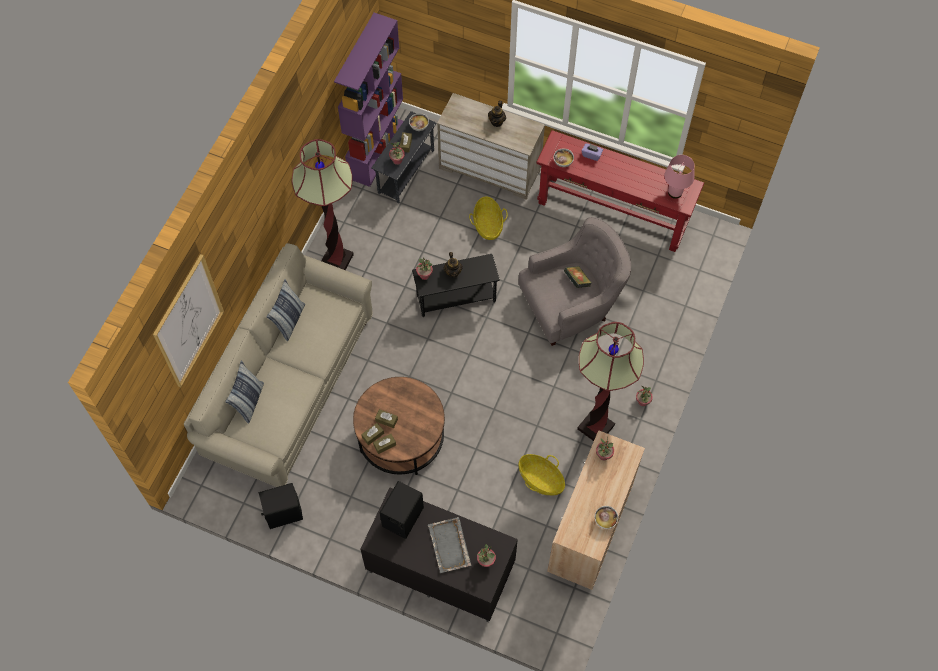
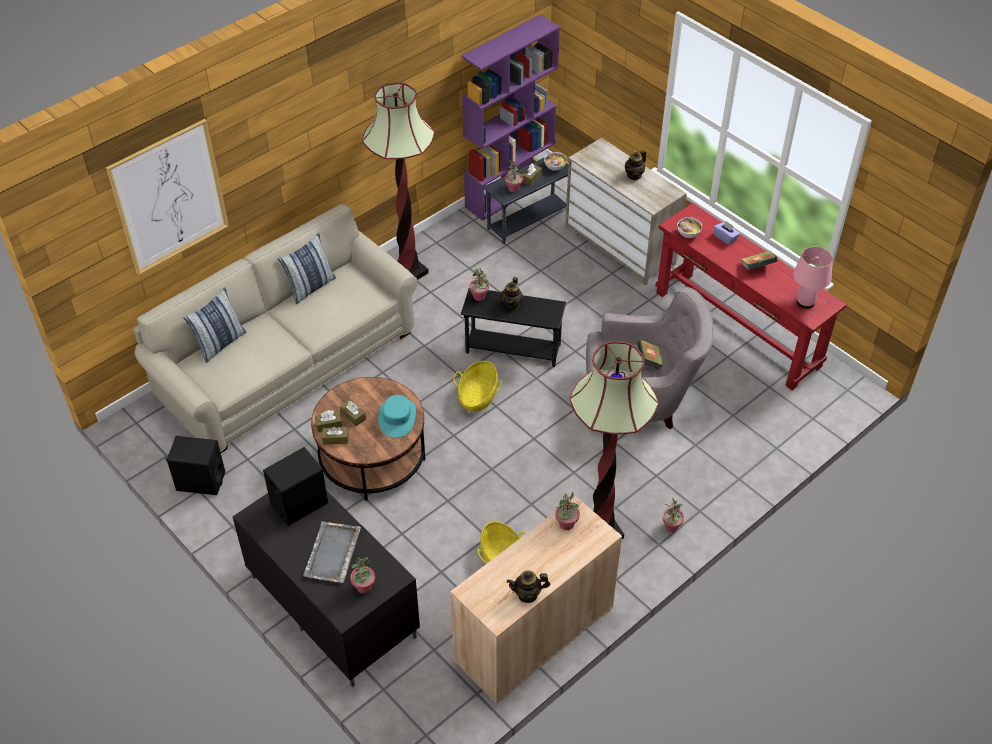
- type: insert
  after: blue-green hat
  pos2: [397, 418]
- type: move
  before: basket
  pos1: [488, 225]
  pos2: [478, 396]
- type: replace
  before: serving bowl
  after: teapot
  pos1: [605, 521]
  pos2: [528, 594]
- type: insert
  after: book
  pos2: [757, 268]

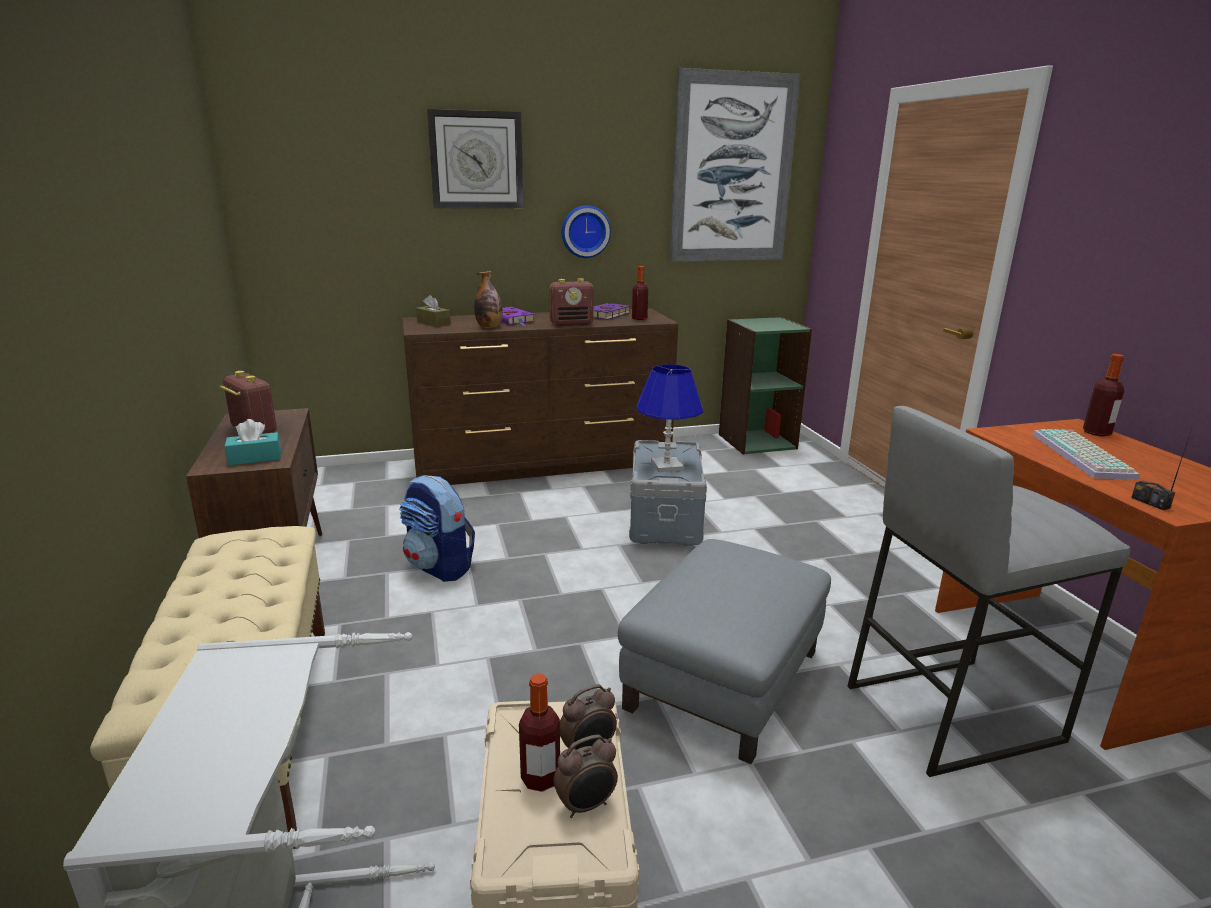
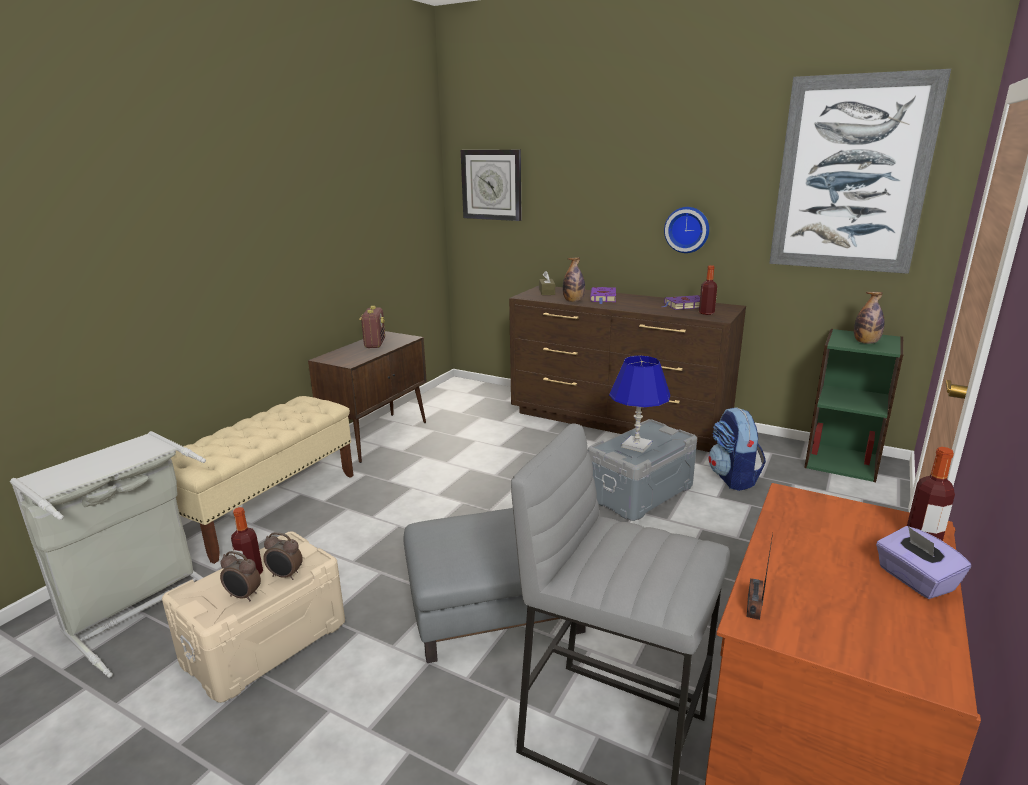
- type: move
  before: clock on the wall
  pos1: [476, 160]
  pos2: [492, 185]
- type: move
  before: rucksack
  pos1: [439, 567]
  pos2: [733, 478]
- type: insert
  after: bottle
  pos2: [866, 342]
- type: insert
  after: purple tissue holder
  pos2: [914, 579]
- type: delete
  before: blue-green tissue holder
  pos1: [255, 458]
- type: delete
  before: radio set
  pos1: [572, 324]
- type: delete
  before: keyboard
  pos1: [1085, 456]

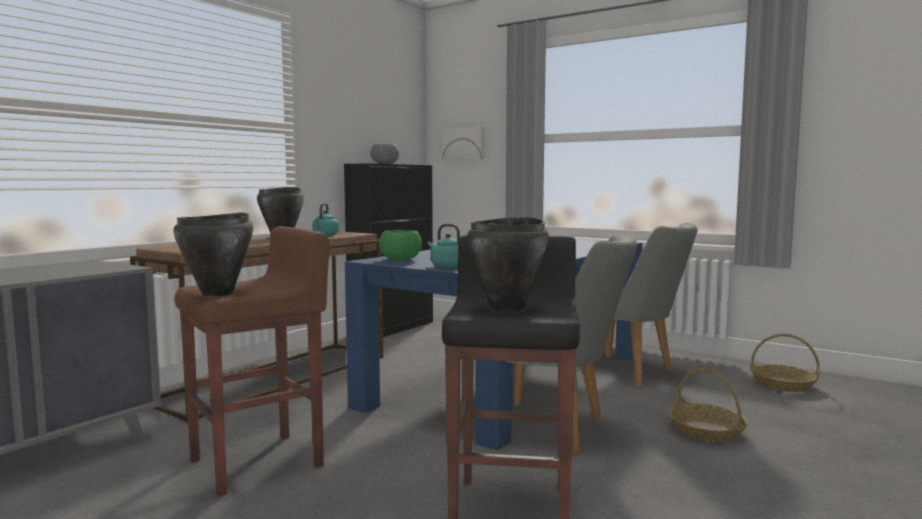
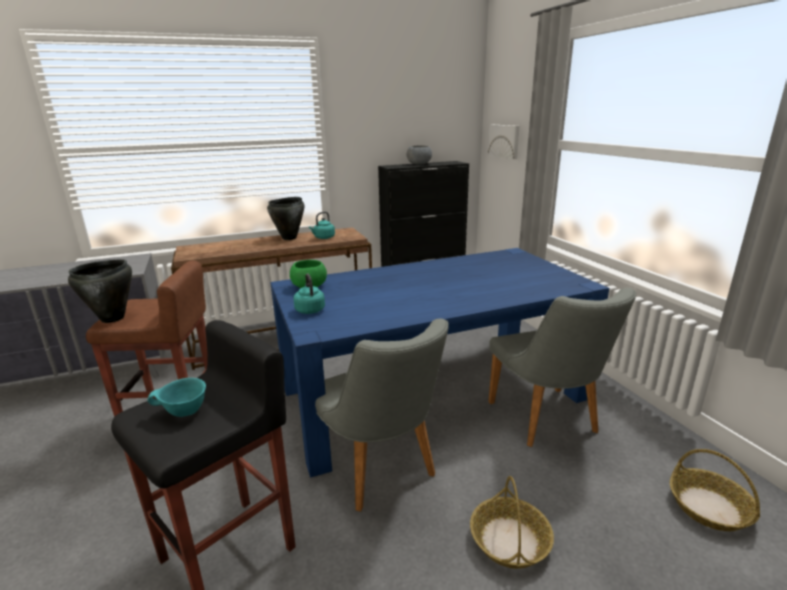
- type: replace
  before: black stockpot
  after: blue-green serving bowl
  pos1: [507, 308]
  pos2: [184, 412]

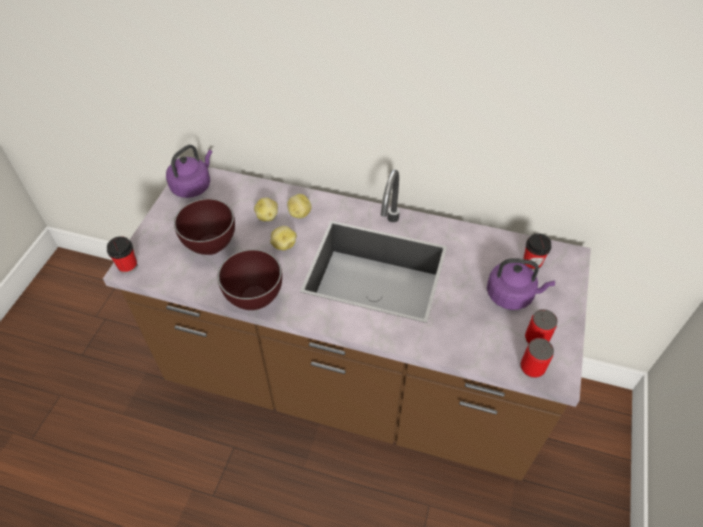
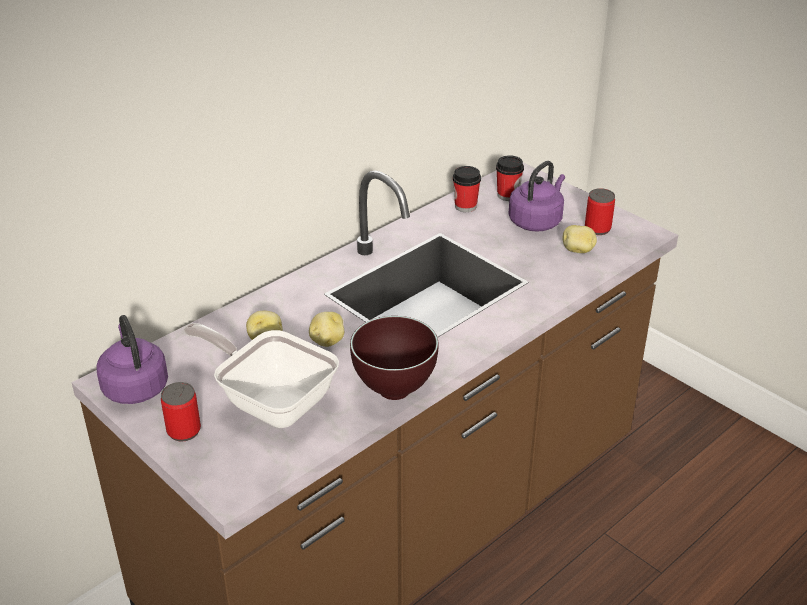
- type: move
  before: metal can
  pos1: [532, 367]
  pos2: [184, 431]
- type: replace
  before: brown-coloured serving bowl
  after: skillet
  pos1: [213, 247]
  pos2: [271, 400]
- type: move
  before: small cup
  pos1: [128, 266]
  pos2: [465, 206]
- type: move
  before: whole potato
  pos1: [299, 213]
  pos2: [578, 251]

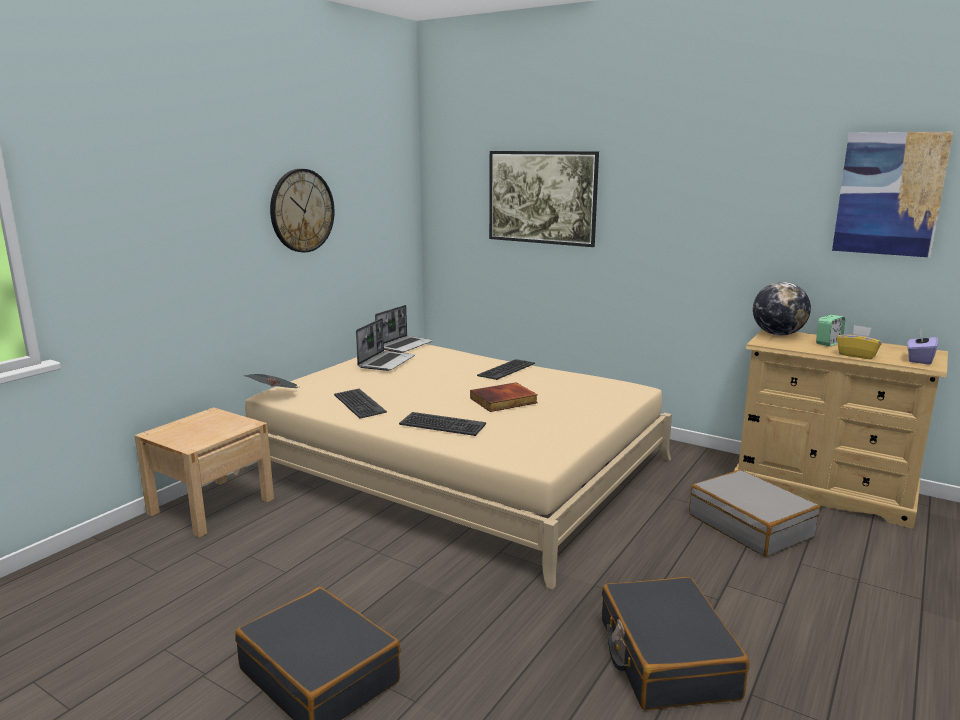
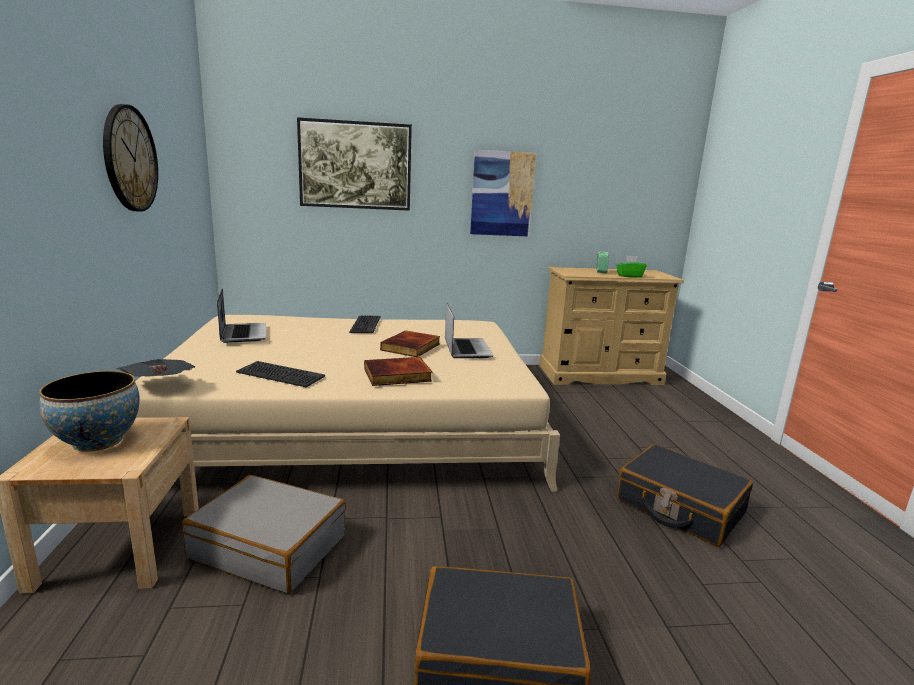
- type: insert
  after: serving bowl
  pos2: [98, 441]
- type: move
  before: grey piece of luggage
  pos1: [750, 526]
  pos2: [269, 547]
- type: replace
  before: keyboard
  after: book
  pos1: [442, 425]
  pos2: [397, 375]
- type: move
  before: portable computer
  pos1: [404, 345]
  pos2: [466, 349]
- type: move
  before: wall picture
  pos1: [889, 194]
  pos2: [502, 194]
- type: recolor
  before: yellow tissue holder
  after: green-coloured tissue holder
  pos1: [857, 355]
  pos2: [629, 276]
- type: delete
  before: desk globe
  pos1: [777, 334]
- type: delete
  before: purple tissue holder
  pos1: [919, 359]

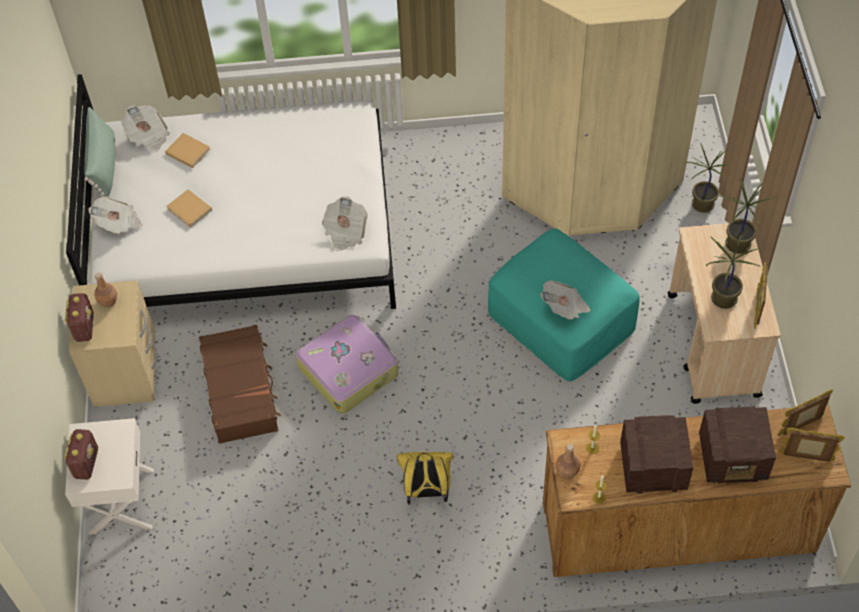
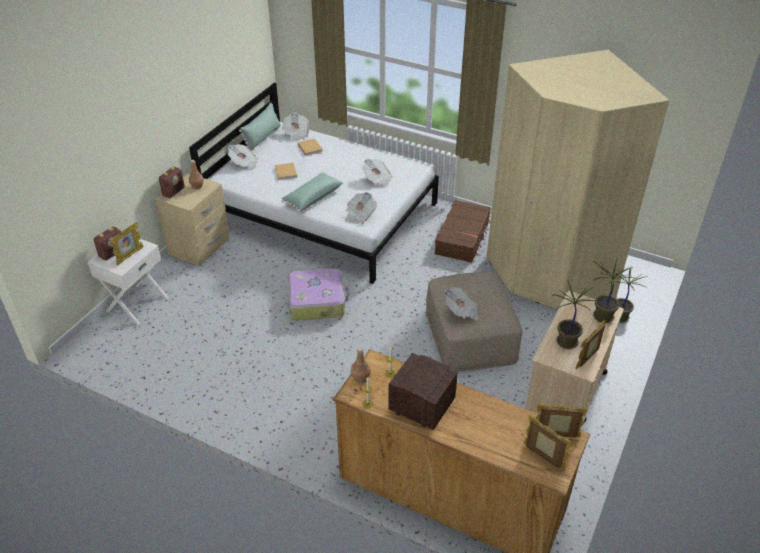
- type: insert
  after: photo frame
  pos2: [130, 256]
- type: insert
  after: green-coloured cushion
  pos2: [312, 197]
- type: insert
  after: daily paper
  pos2: [377, 179]
- type: recolor
  before: blue-green footrest
  after: sand-coloured footrest
  pos1: [560, 319]
  pos2: [469, 335]
- type: move
  before: brown-coloured piece of luggage
  pos1: [241, 390]
  pos2: [463, 237]
- type: delete
  before: yellow rucksack
  pos1: [427, 491]
- type: delete
  before: radio set
  pos1: [734, 458]

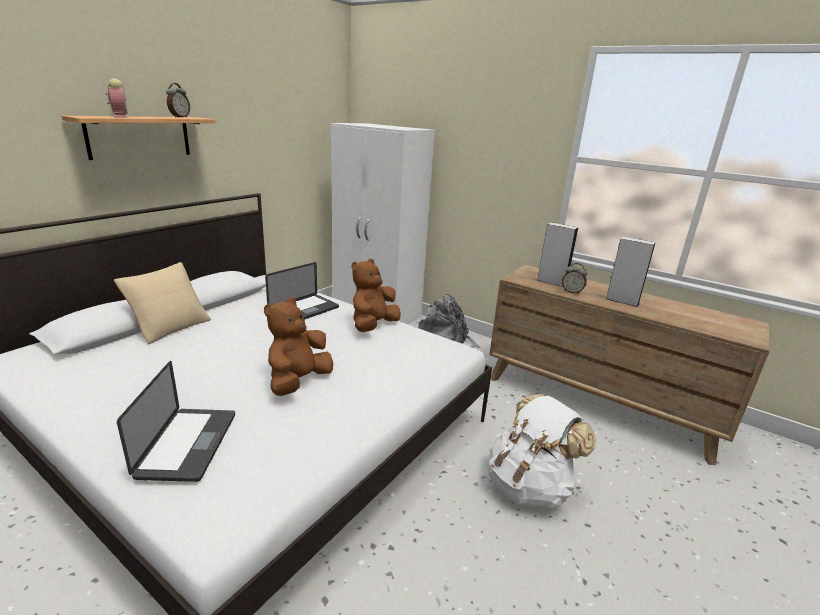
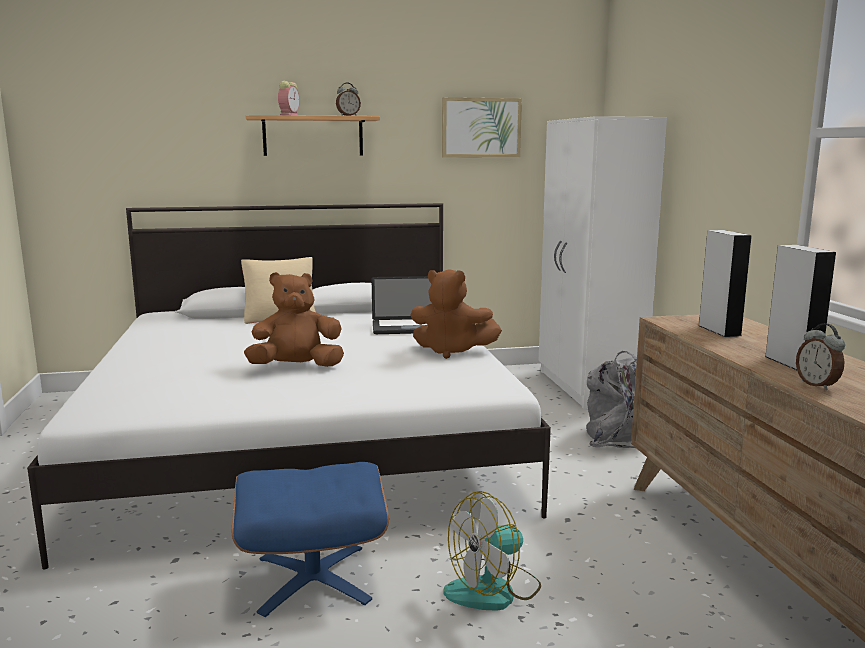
- type: insert
  after: bluish footrest
  pos2: [313, 578]
- type: rotate
  before: brown-coloured plush toy
  pos1: [373, 326]
  pos2: [451, 351]
  turn: -150
- type: insert
  after: wall picture
  pos2: [481, 128]
- type: replace
  before: white rucksack
  after: cooling fan
  pos1: [529, 486]
  pos2: [493, 590]
- type: move
  before: table clock
  pos1: [572, 292]
  pos2: [817, 385]
- type: delete
  before: portable computer
  pos1: [188, 444]

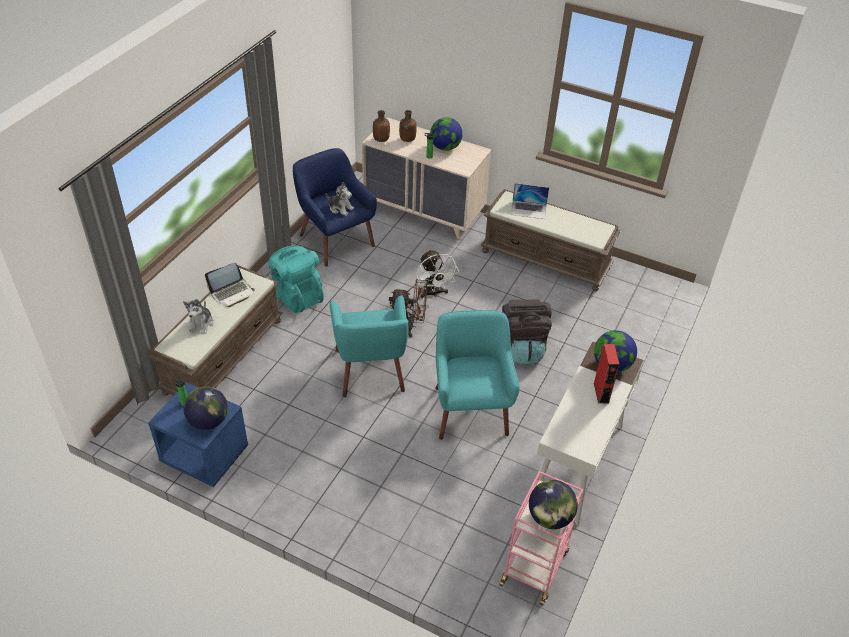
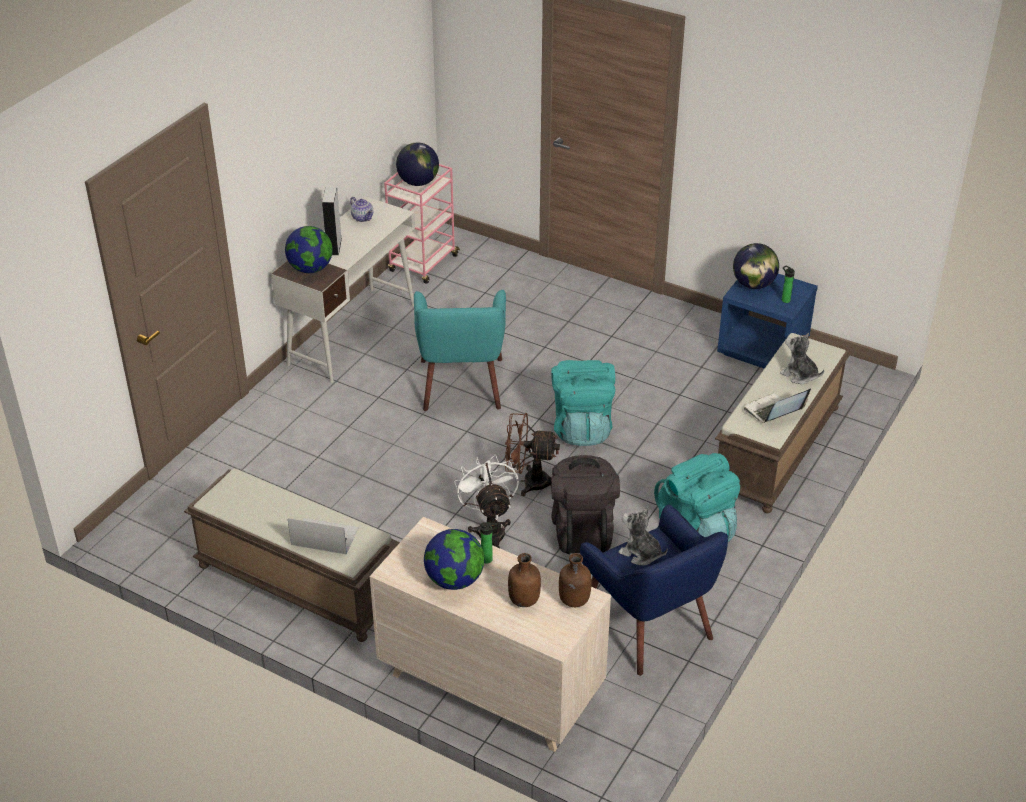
- type: recolor
  before: red-coloured loudspeaker
  after: grey loudspeaker
  pos1: [601, 392]
  pos2: [334, 246]
- type: insert
  after: teapot
  pos2: [363, 218]
- type: replace
  before: blue-green armchair
  after: blue-green rucksack
  pos1: [370, 370]
  pos2: [582, 428]
- type: move
  before: black rucksack
  pos1: [522, 348]
  pos2: [582, 530]
- type: rotate
  before: plush toy
  pos1: [201, 323]
  pos2: [799, 375]
  turn: -60

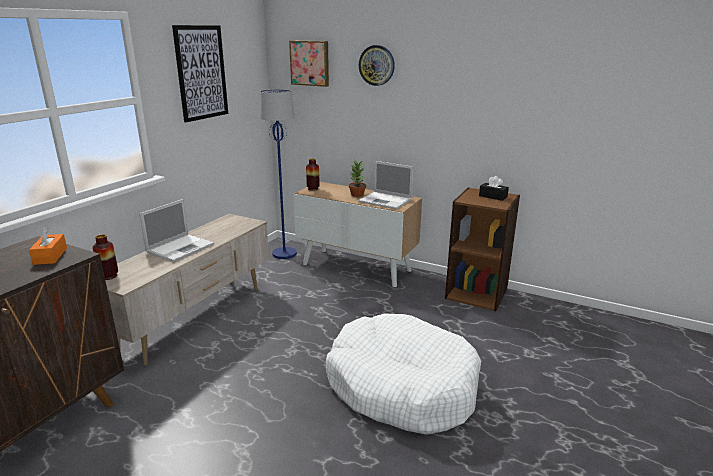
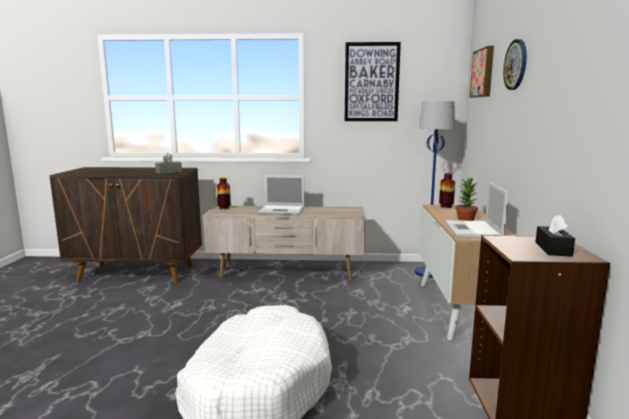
- type: recolor
  before: orangey tissue holder
  after: grey tissue holder
  pos1: [50, 256]
  pos2: [169, 172]

